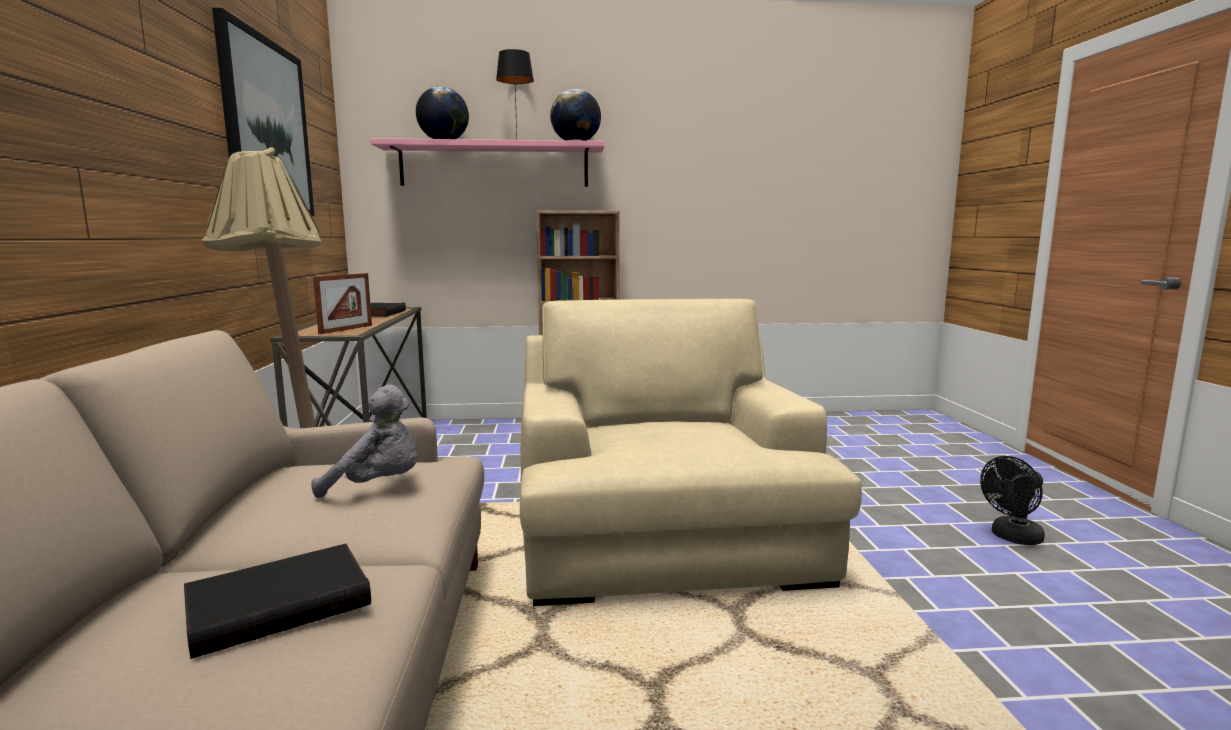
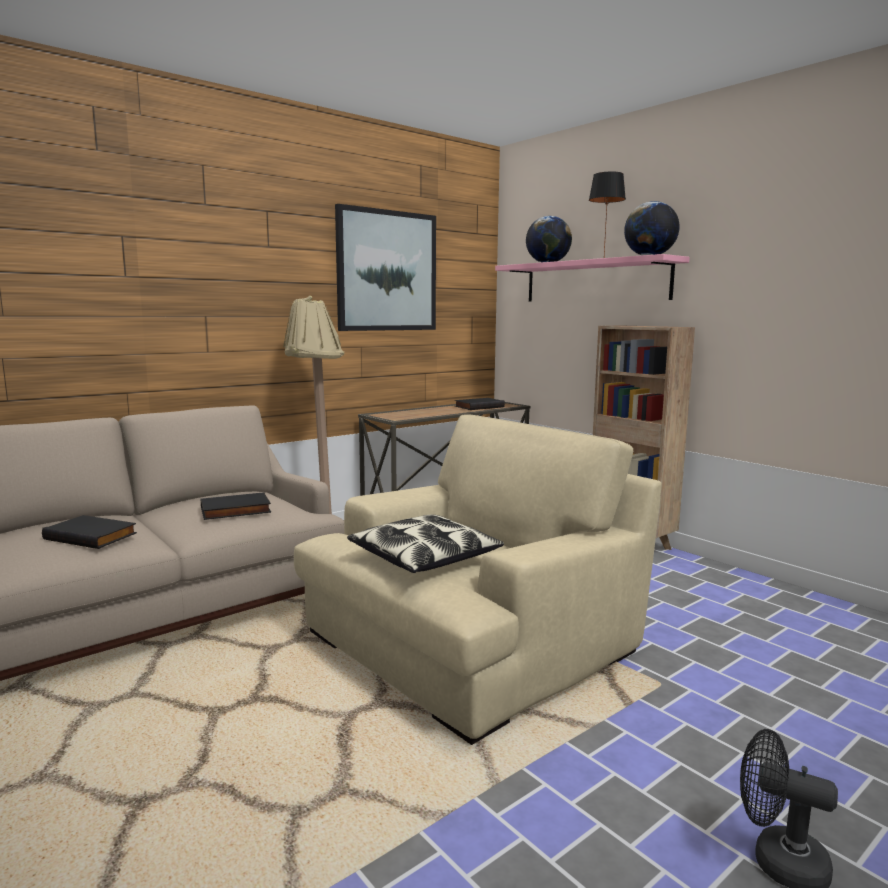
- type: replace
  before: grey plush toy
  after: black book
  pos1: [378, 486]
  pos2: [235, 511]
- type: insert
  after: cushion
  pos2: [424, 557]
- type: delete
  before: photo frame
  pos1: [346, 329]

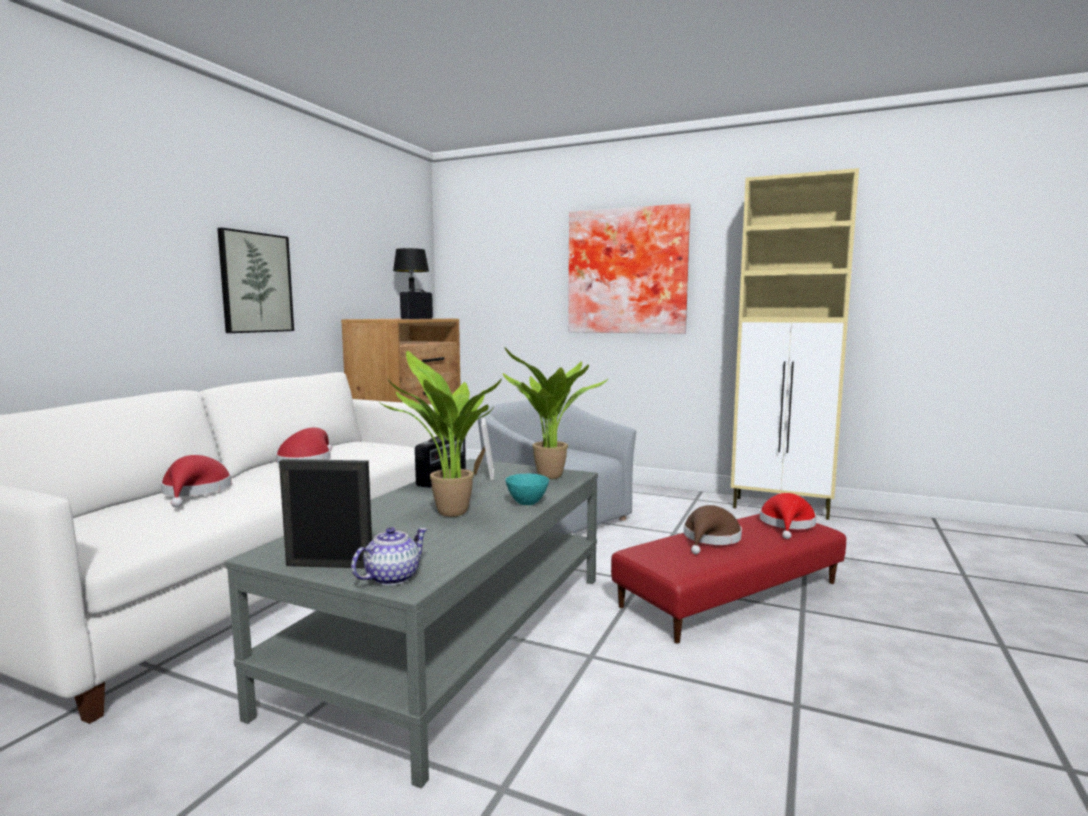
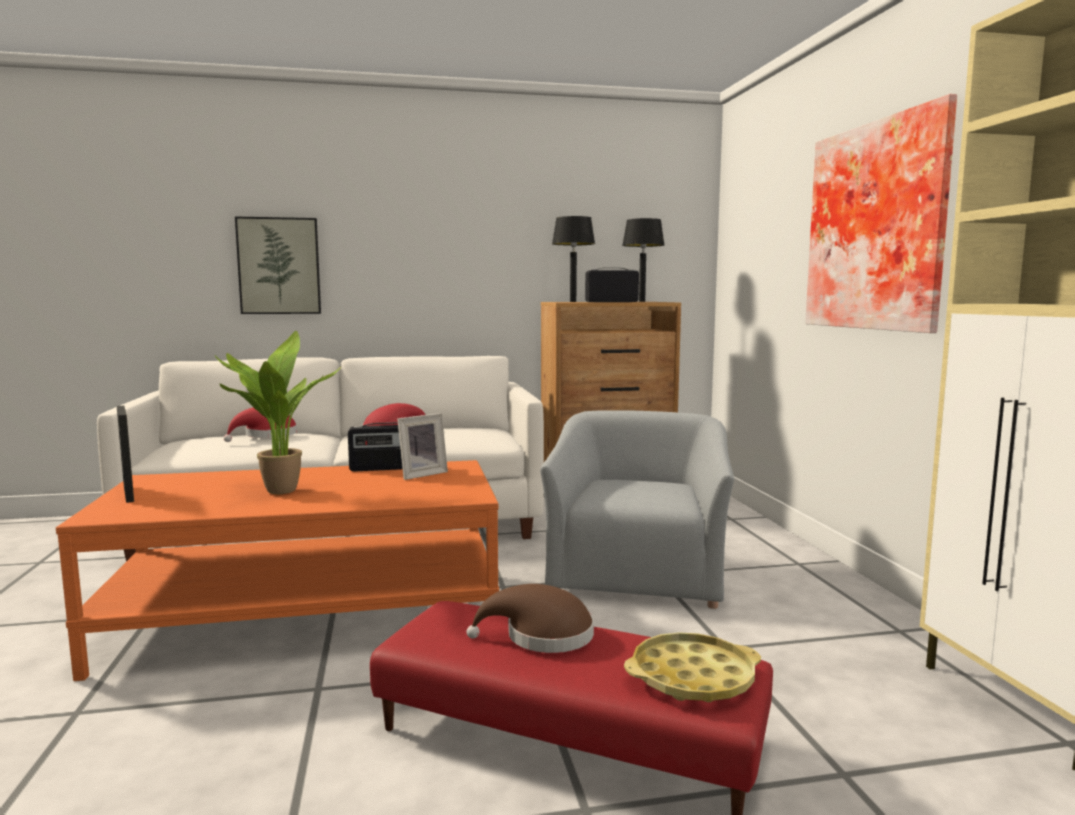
- type: recolor
  before: grey lounge table
  after: orangey lounge table
  pos1: [455, 636]
  pos2: [309, 618]
- type: move
  before: wall picture
  pos1: [255, 283]
  pos2: [279, 266]
- type: insert
  after: black lamp for a table
  pos2: [573, 301]
- type: replace
  before: red-coloured hat
  after: yellow carrying tray
  pos1: [787, 524]
  pos2: [692, 677]
- type: delete
  before: teapot
  pos1: [391, 578]
- type: delete
  before: houseplant
  pos1: [551, 478]
- type: delete
  before: blue-green serving bowl
  pos1: [528, 503]

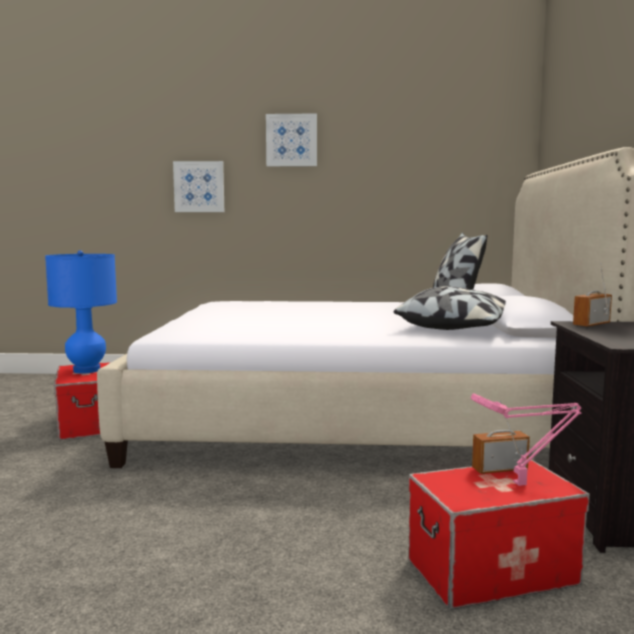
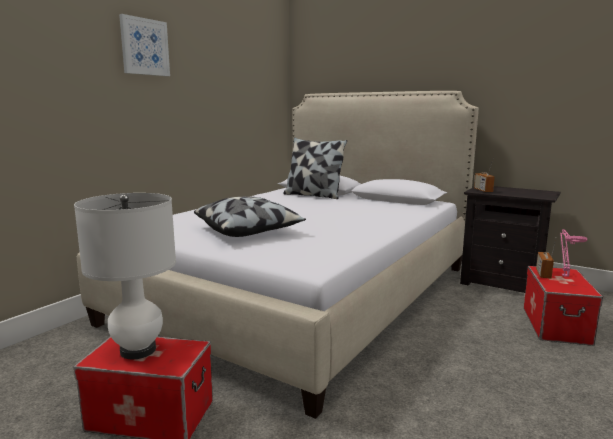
- type: recolor
  before: bluish lamp for a table
  after: white lamp for a table
  pos1: [87, 370]
  pos2: [138, 350]
- type: move
  before: cushion
  pos1: [458, 329]
  pos2: [249, 231]
- type: delete
  before: wall picture
  pos1: [199, 187]

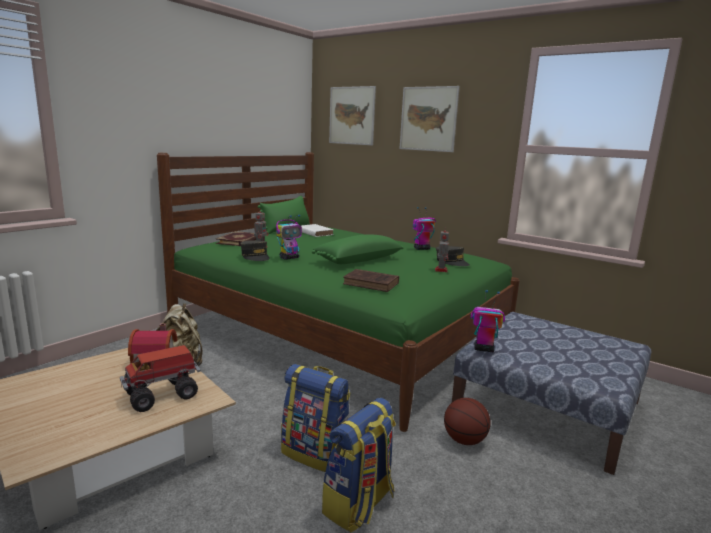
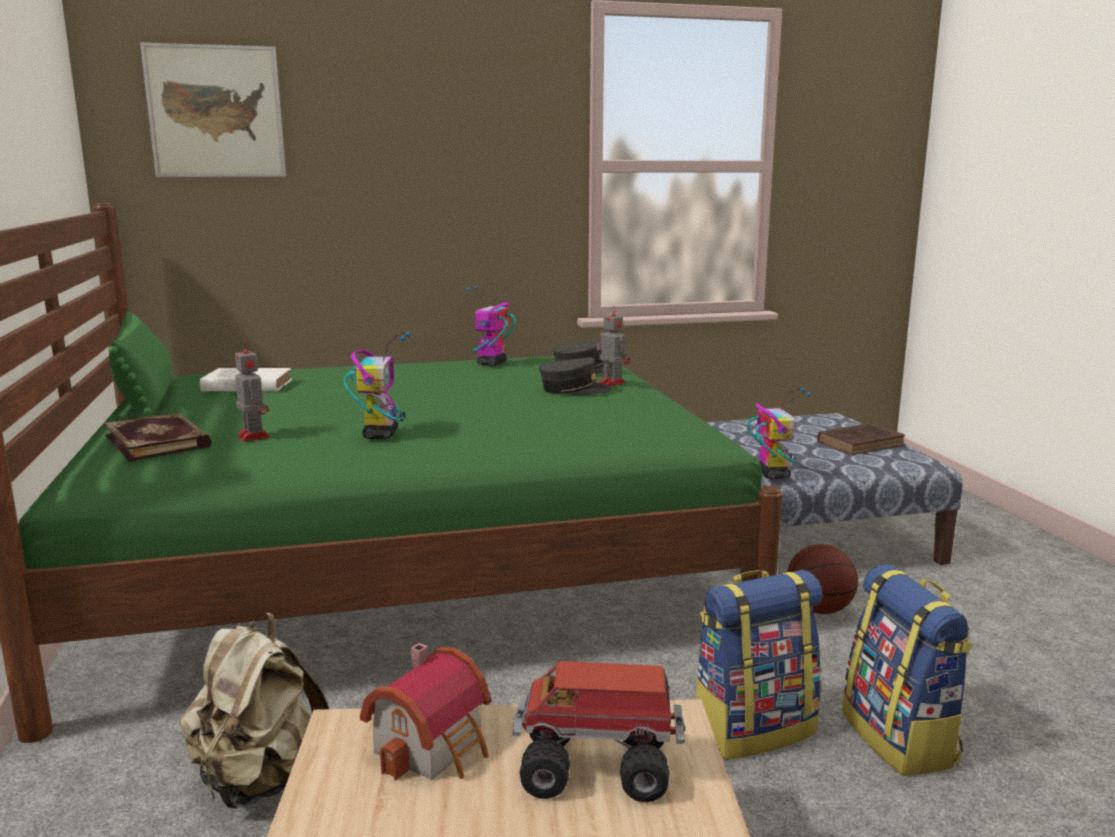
- type: rotate
  before: model truck
  pos1: [163, 395]
  pos2: [599, 768]
  turn: 90
- type: move
  before: grey peaked cap
  pos1: [255, 256]
  pos2: [574, 390]
- type: rotate
  before: toy robot
  pos1: [483, 349]
  pos2: [772, 474]
  turn: 120
- type: move
  before: brown-coloured book
  pos1: [372, 284]
  pos2: [862, 444]
- type: delete
  before: green-coloured cushion
  pos1: [357, 260]
- type: delete
  before: wall picture
  pos1: [428, 119]

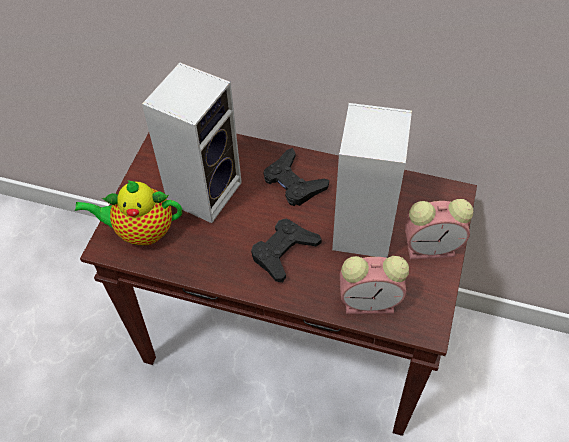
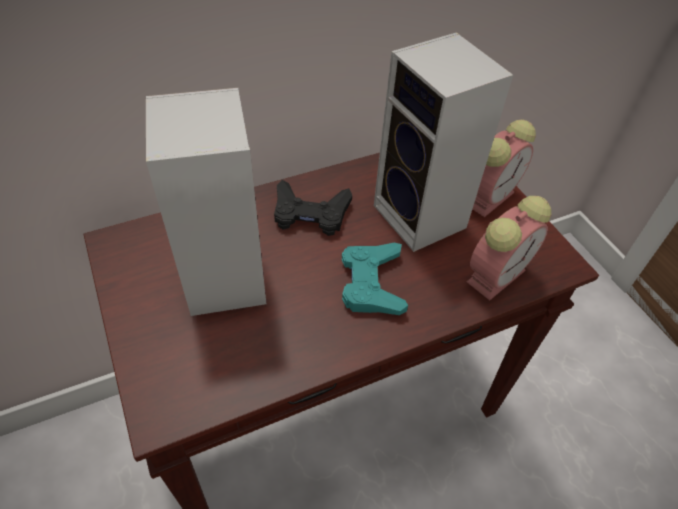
- type: recolor
  before: black gamepad
  after: blue-green gamepad
  pos1: [284, 252]
  pos2: [372, 283]
- type: delete
  before: teapot
  pos1: [141, 231]

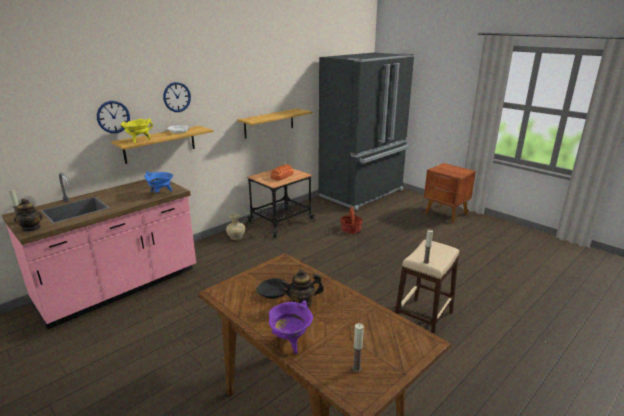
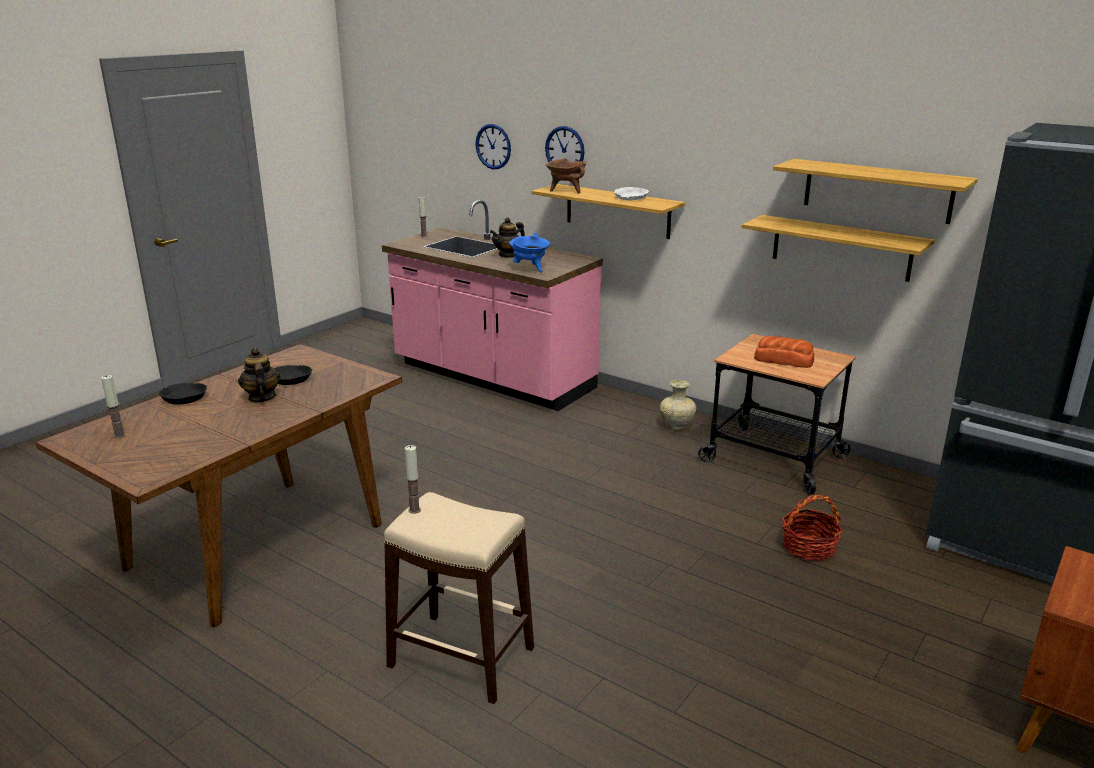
- type: replace
  before: purple stockpot
  after: black serving bowl
  pos1: [290, 341]
  pos2: [185, 398]
- type: move
  before: clock on the wall
  pos1: [177, 97]
  pos2: [493, 146]
- type: move
  before: teapot
  pos1: [31, 228]
  pos2: [508, 255]
- type: recolor
  before: yellow stockpot
  after: brown-coloured stockpot
  pos1: [138, 140]
  pos2: [566, 191]
- type: insert
  after: bracket shelf
  pos2: [877, 191]

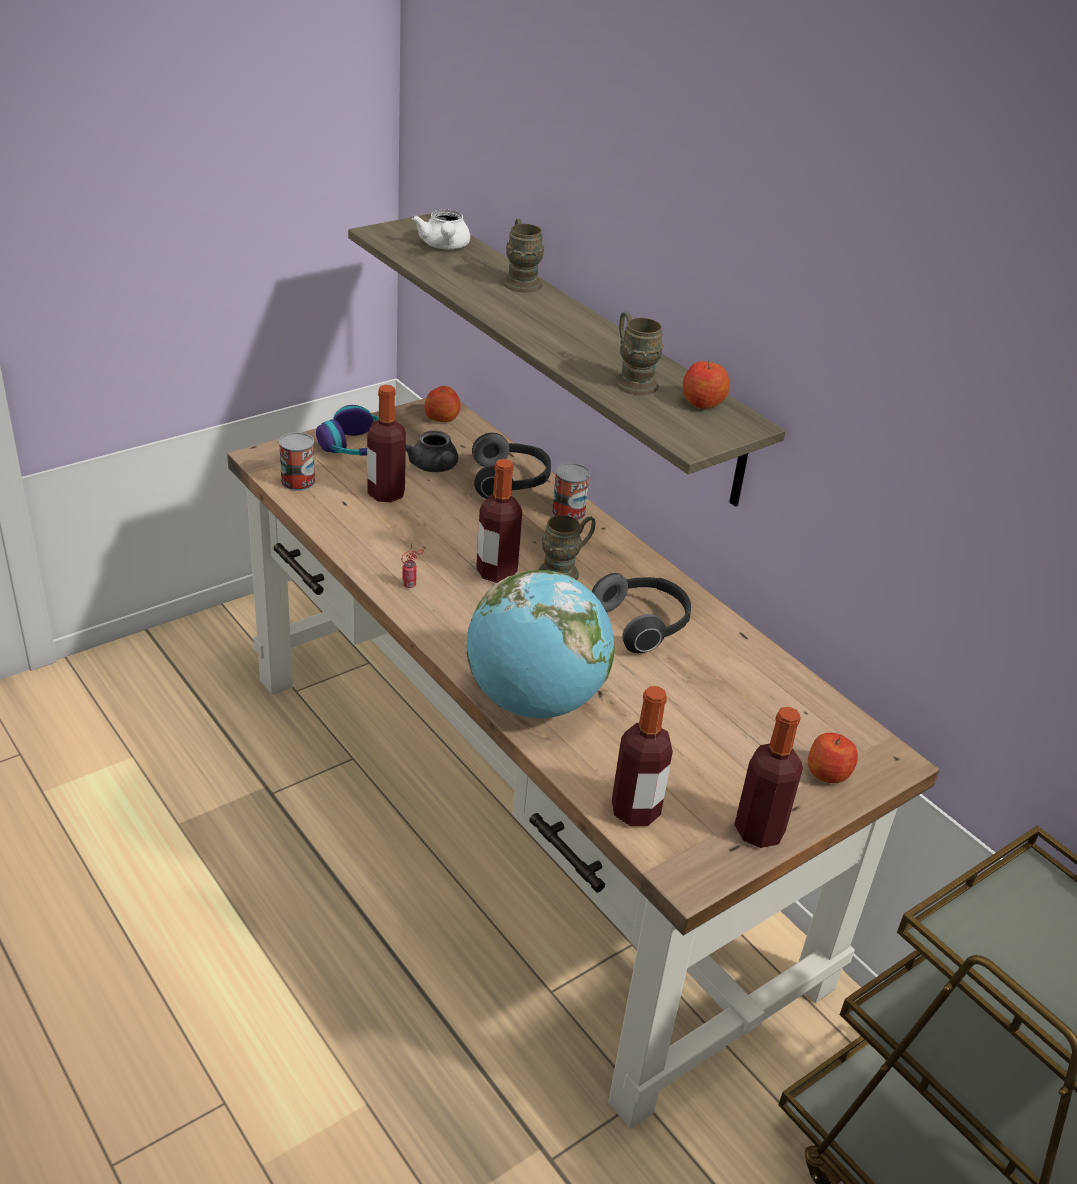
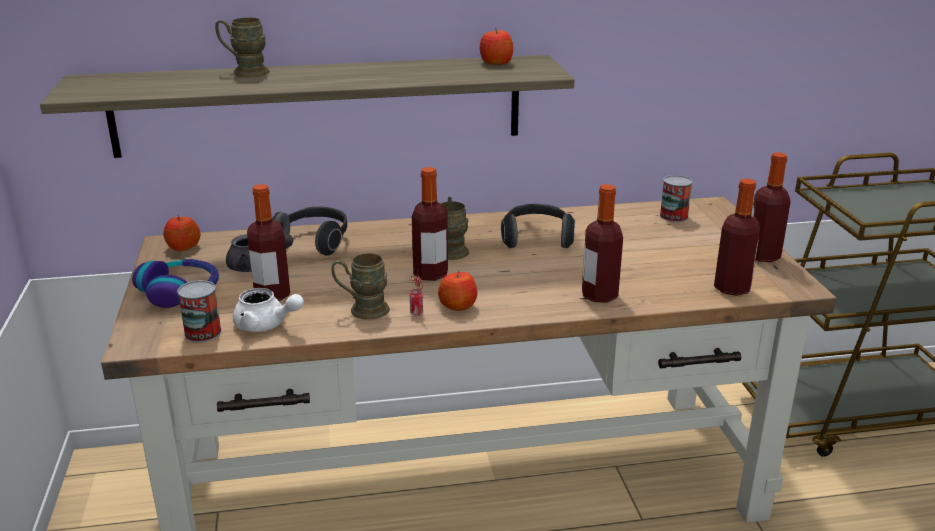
- type: move
  before: white teapot
  pos1: [444, 246]
  pos2: [266, 325]
- type: move
  before: brown-coloured tea mug
  pos1: [631, 380]
  pos2: [362, 309]
- type: move
  before: whole apple
  pos1: [828, 772]
  pos2: [458, 306]
- type: replace
  before: desk globe
  after: bottle
  pos1: [535, 701]
  pos2: [599, 295]
- type: move
  before: metal can
  pos1: [568, 512]
  pos2: [673, 216]

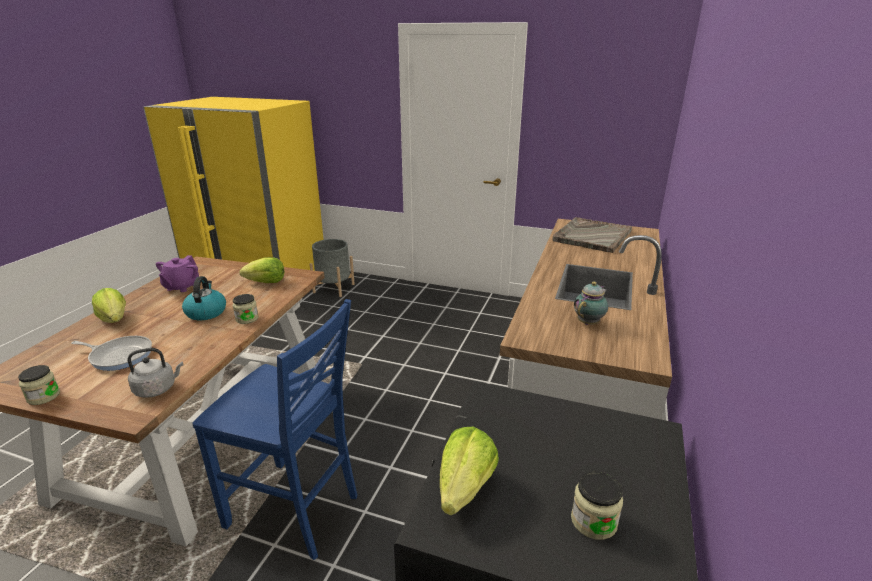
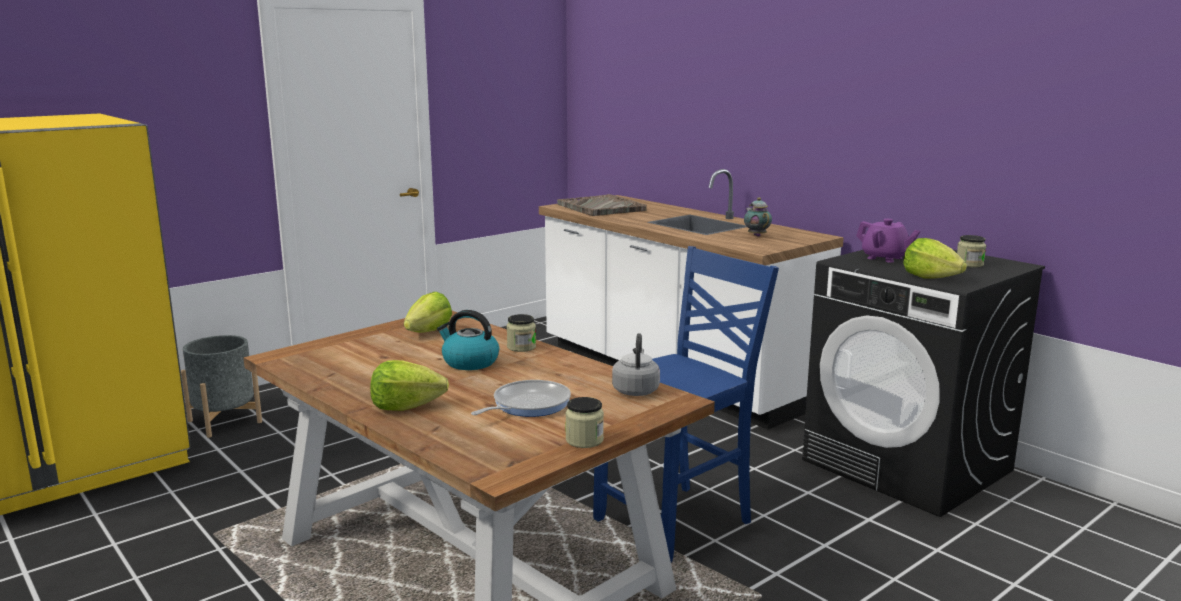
- type: move
  before: purple teapot
  pos1: [181, 287]
  pos2: [885, 258]

